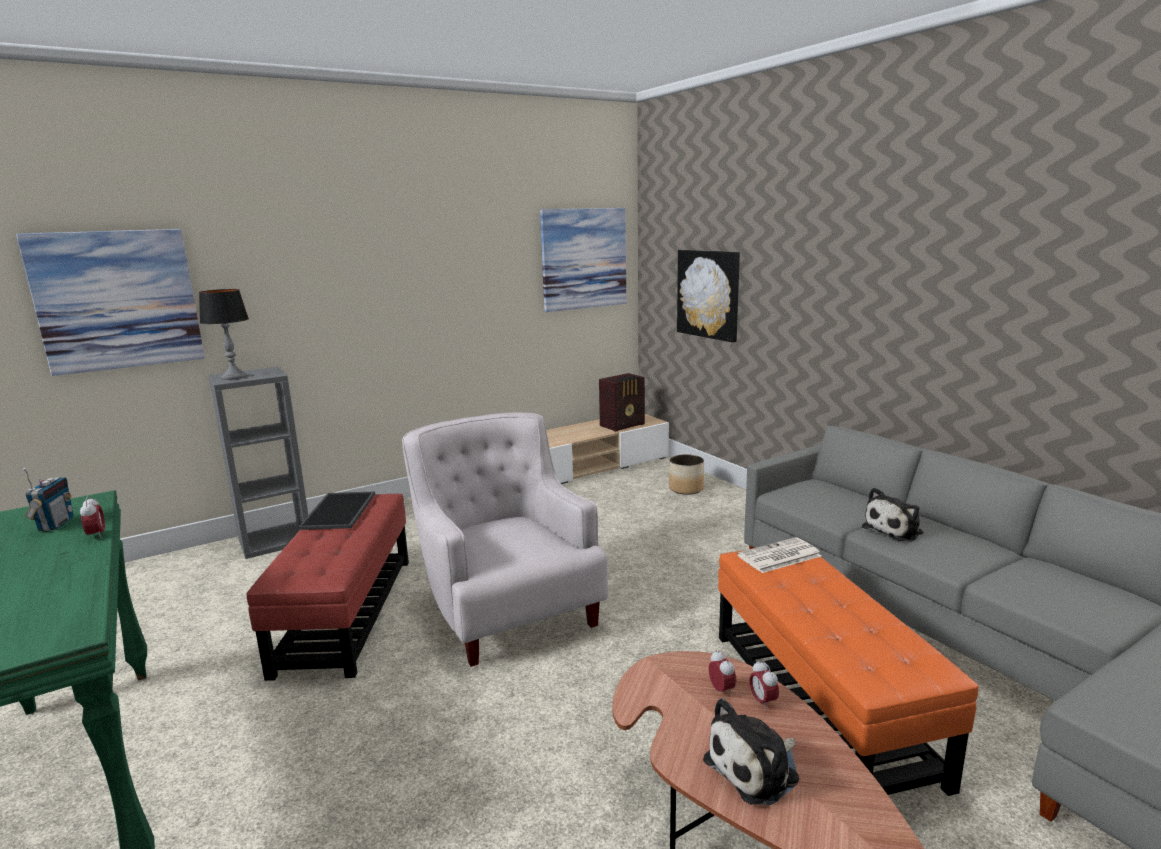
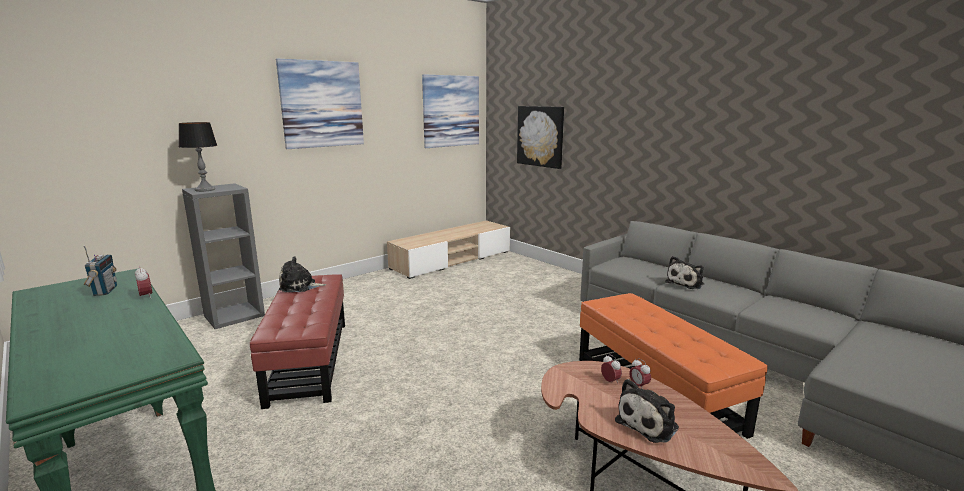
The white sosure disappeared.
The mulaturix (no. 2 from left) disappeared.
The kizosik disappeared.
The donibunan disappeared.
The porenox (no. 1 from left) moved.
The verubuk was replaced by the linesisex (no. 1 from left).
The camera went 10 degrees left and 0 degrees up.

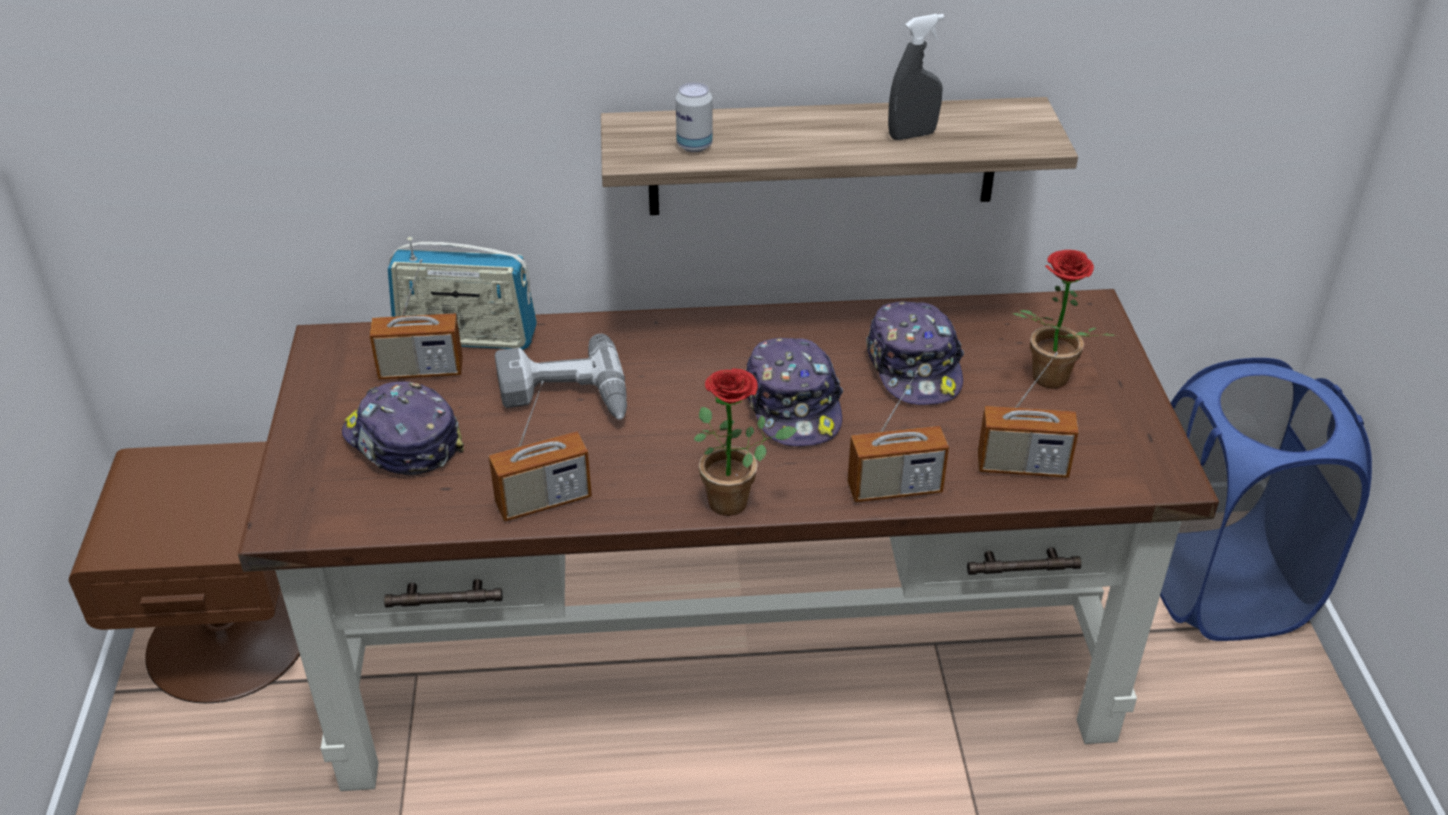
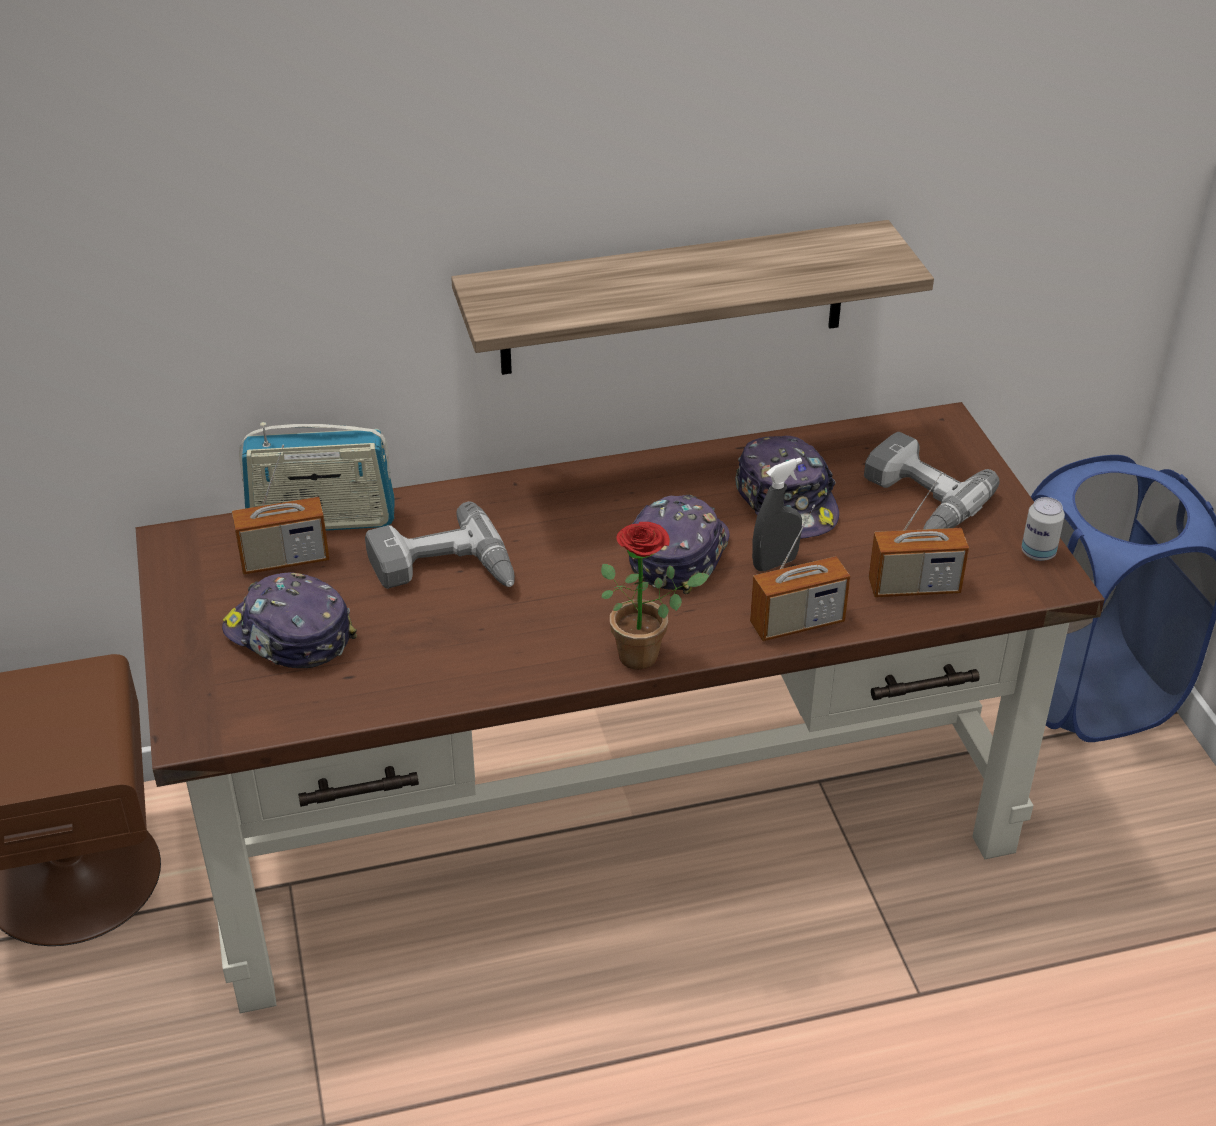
The mulaturix (no. 3 from left) disappeared.
The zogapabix moved.
The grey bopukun moved.
The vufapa (no. 2 from left) was replaced by the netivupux (no. 2 from left).
The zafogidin (no. 2 from left) turned 135 degrees counterclockwise.
The camera went 10 degrees left and 0 degrees up.

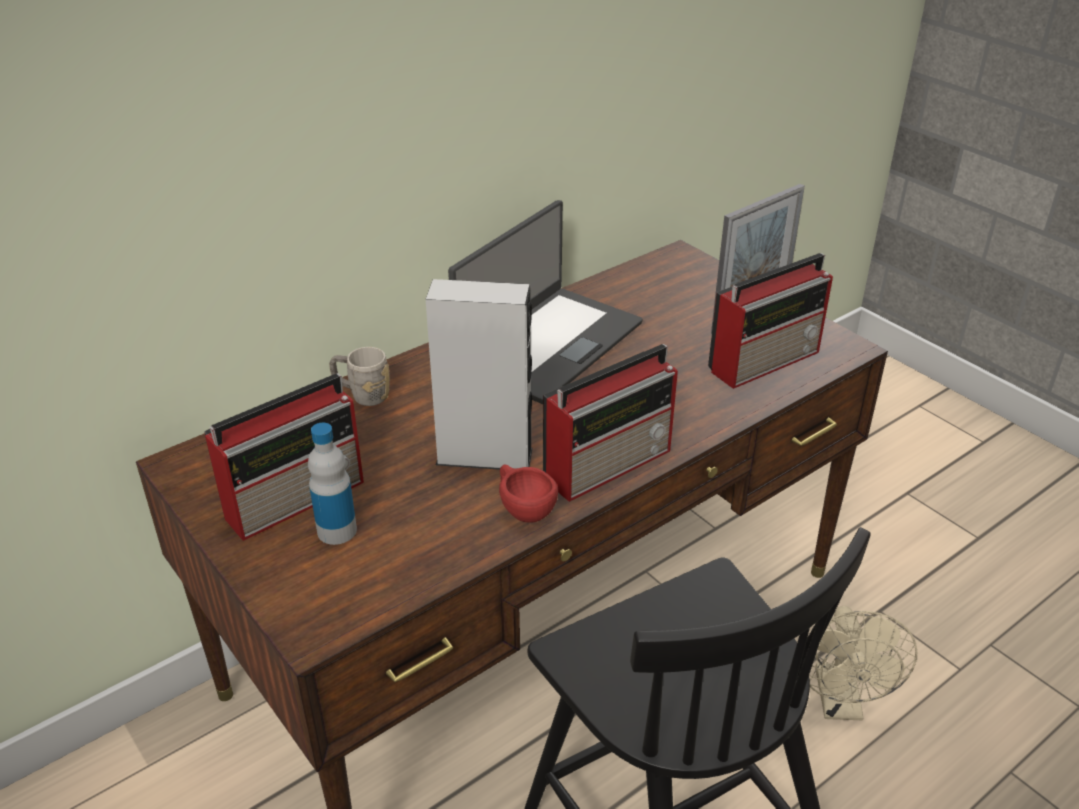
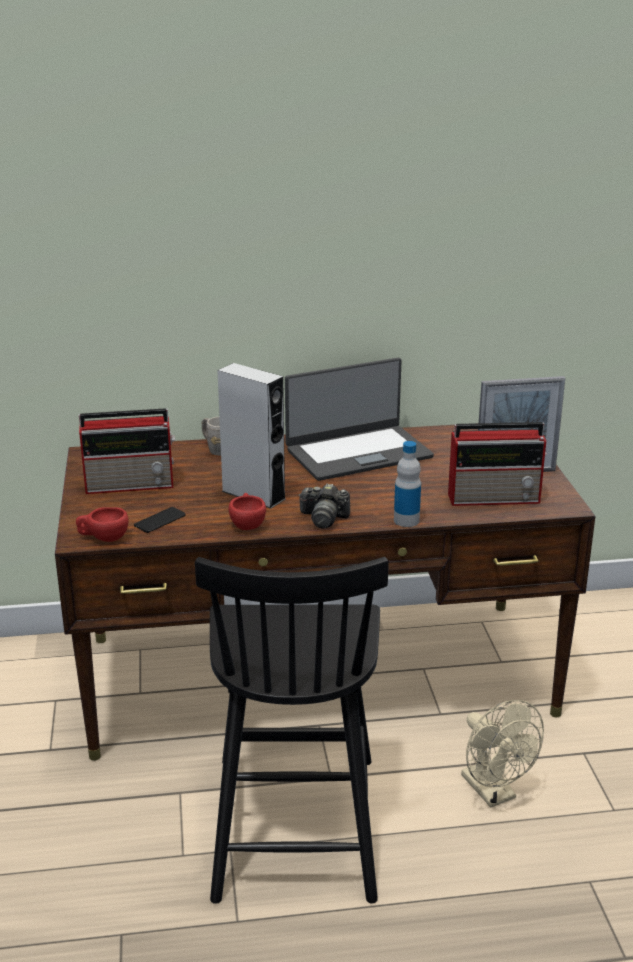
The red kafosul (no. 1 from left) appeared.
The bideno appeared.
The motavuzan moved.
The mulaturix (no. 2 from left) was replaced by the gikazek.
The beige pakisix turned 60 degrees counterclockwise.
The camera went 30 degrees right and 10 degrees down.

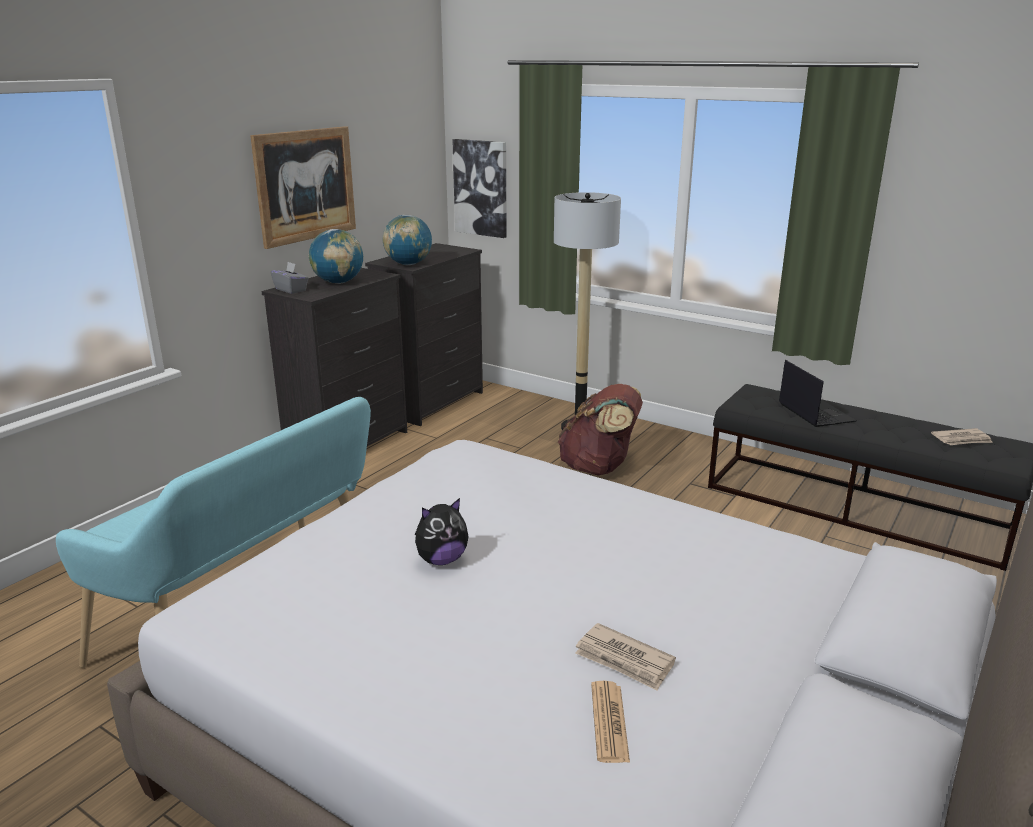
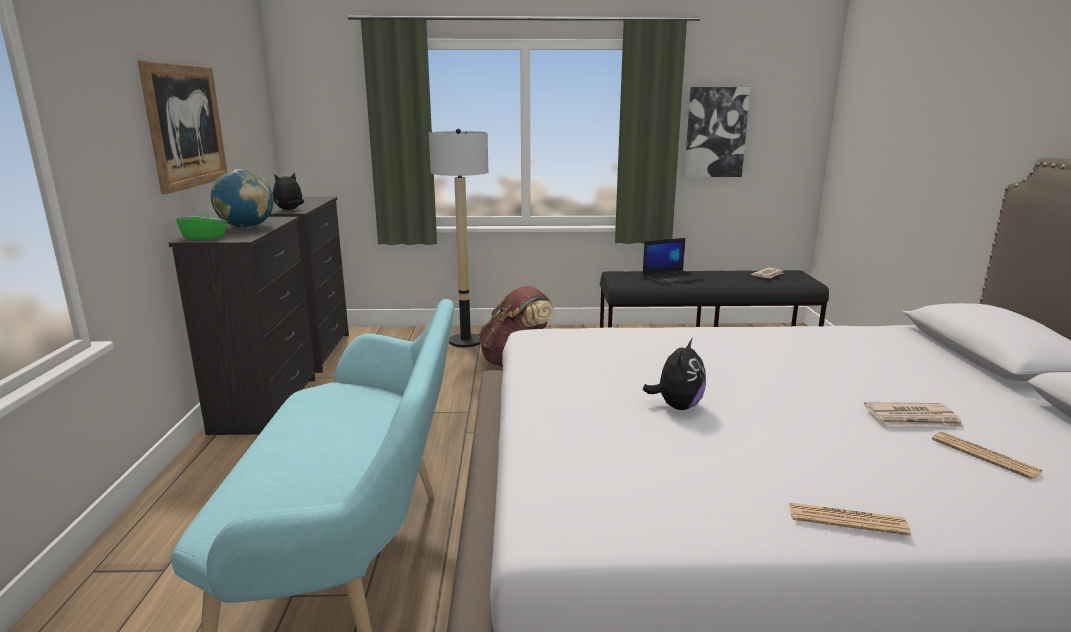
The donibunan (no. 2 from left) appeared.
The porenox (no. 2 from left) moved.
The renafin (no. 2 from left) was replaced by the linesisex (no. 1 from left).
The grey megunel became the green megunel.
The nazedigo turned 120 degrees clockwise.
The camera went 35 degrees left and 5 degrees down.

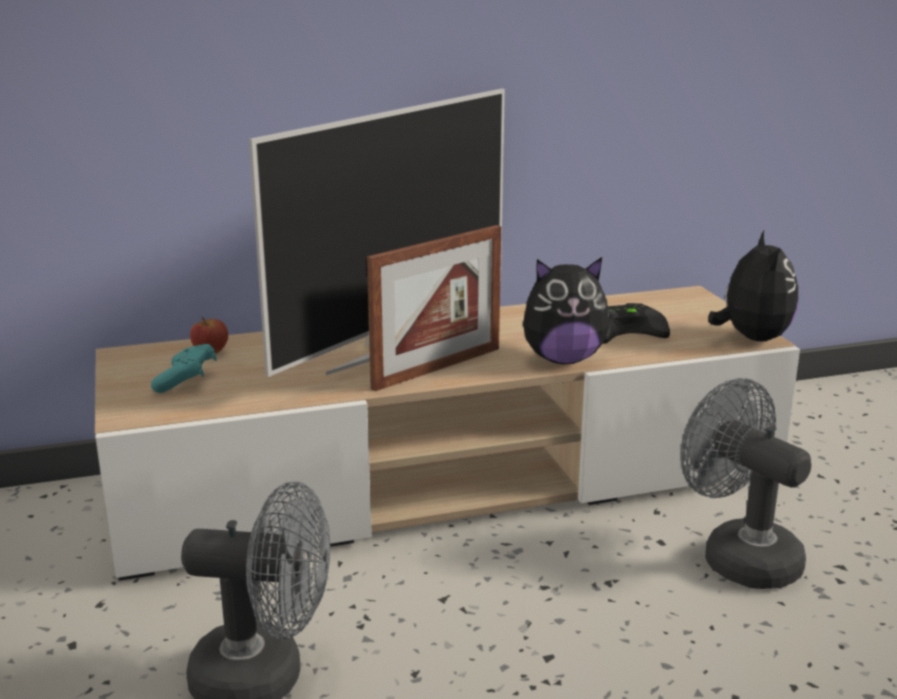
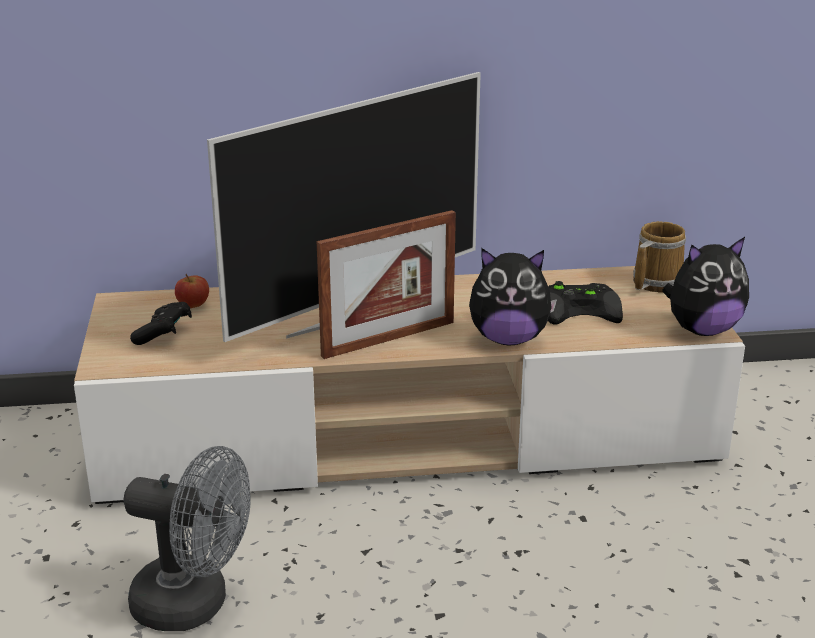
The grey pakisix (no. 2 from left) disappeared.
The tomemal appeared.
The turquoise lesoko became the black lesoko (no. 1 from left).
The linesisex (no. 2 from left) turned 60 degrees clockwise.
The camera went 10 degrees right and 5 degrees up.

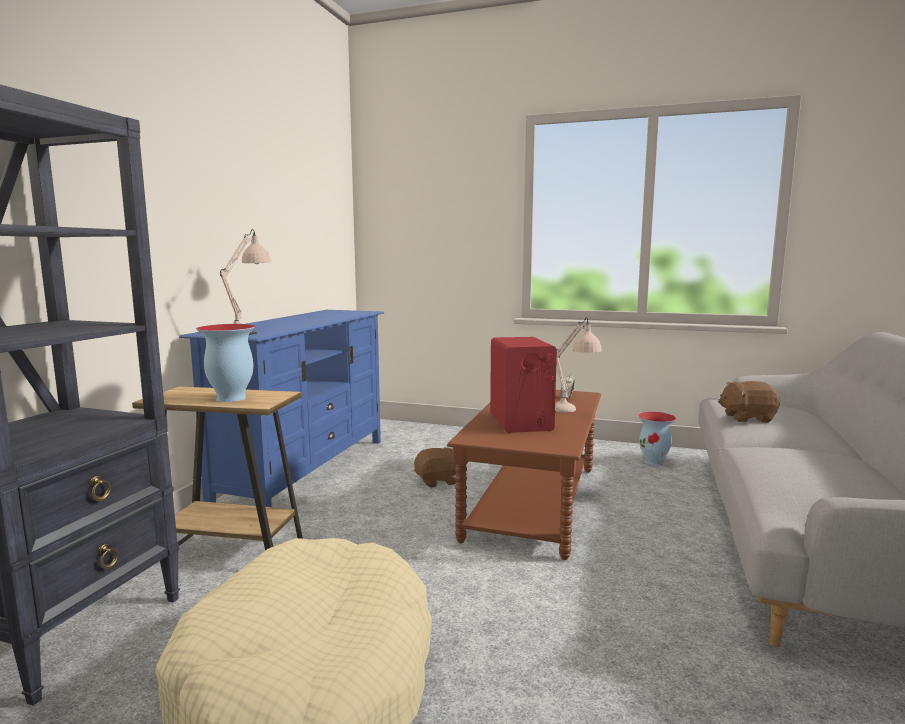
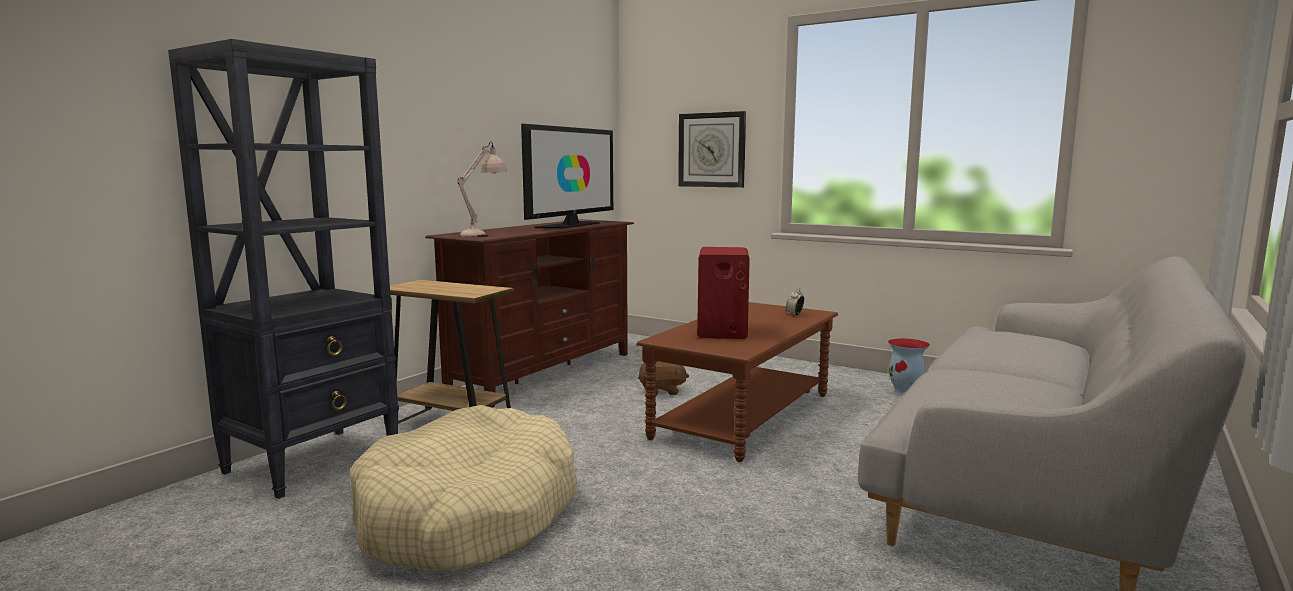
The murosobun (no. 1 from left) disappeared.
The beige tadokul (no. 2 from left) disappeared.
The brown linesisex (no. 2 from left) disappeared.
The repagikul appeared.
The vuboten appeared.
The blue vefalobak became the brown vefalobak.
The camera went 15 degrees right and 0 degrees up.

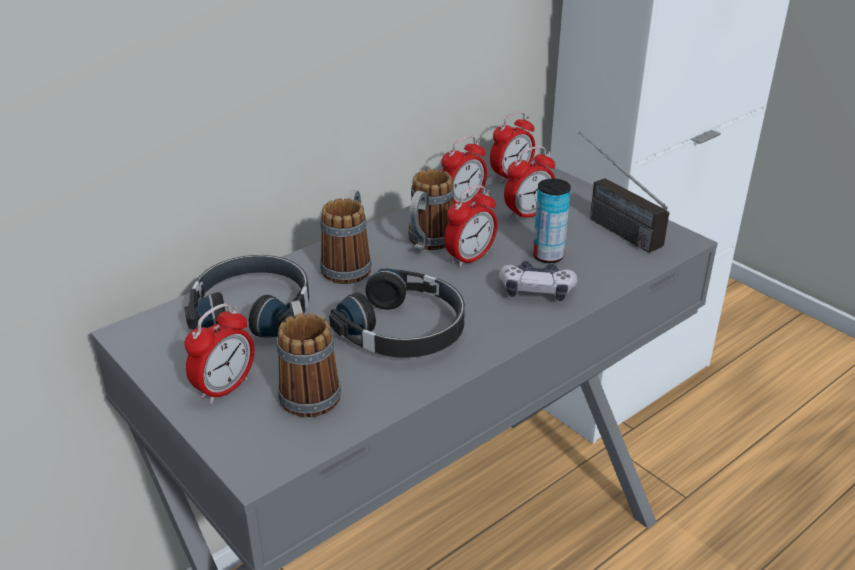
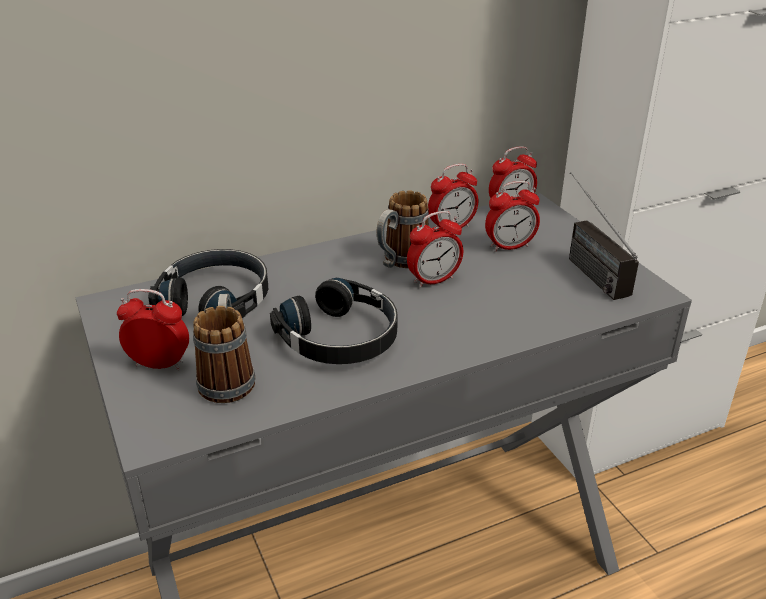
The tomemal (no. 2 from left) disappeared.
The lesoko disappeared.
The zogapabix disappeared.
The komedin (no. 1 from left) turned 135 degrees counterclockwise.
The camera went 15 degrees right and 0 degrees up.

